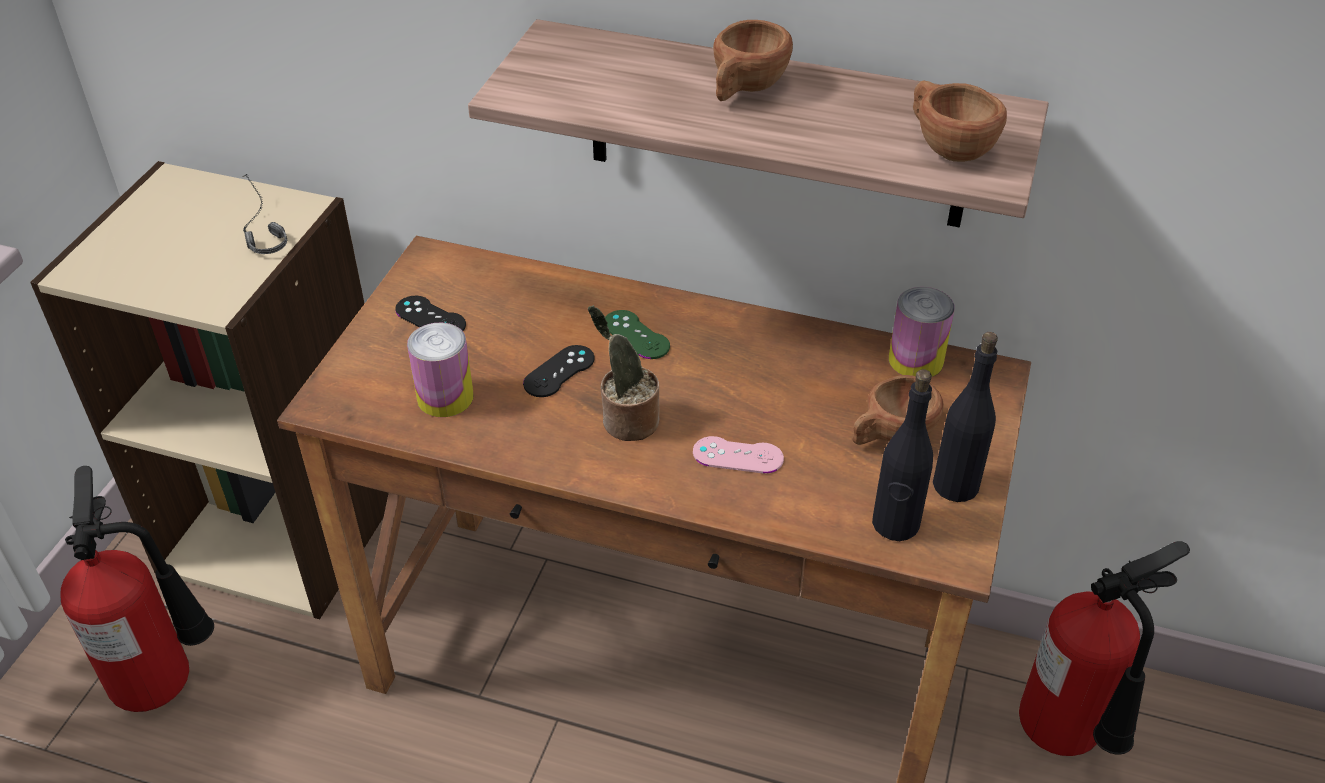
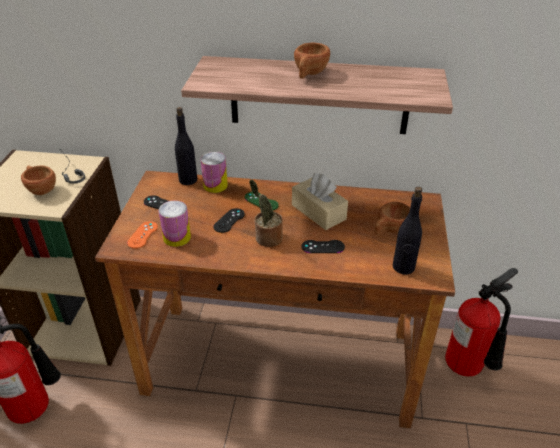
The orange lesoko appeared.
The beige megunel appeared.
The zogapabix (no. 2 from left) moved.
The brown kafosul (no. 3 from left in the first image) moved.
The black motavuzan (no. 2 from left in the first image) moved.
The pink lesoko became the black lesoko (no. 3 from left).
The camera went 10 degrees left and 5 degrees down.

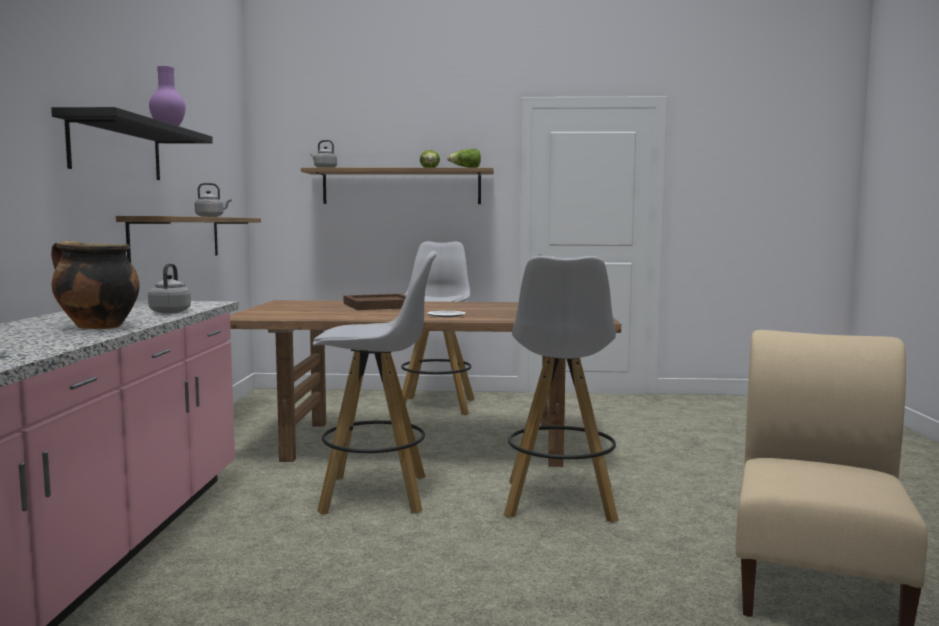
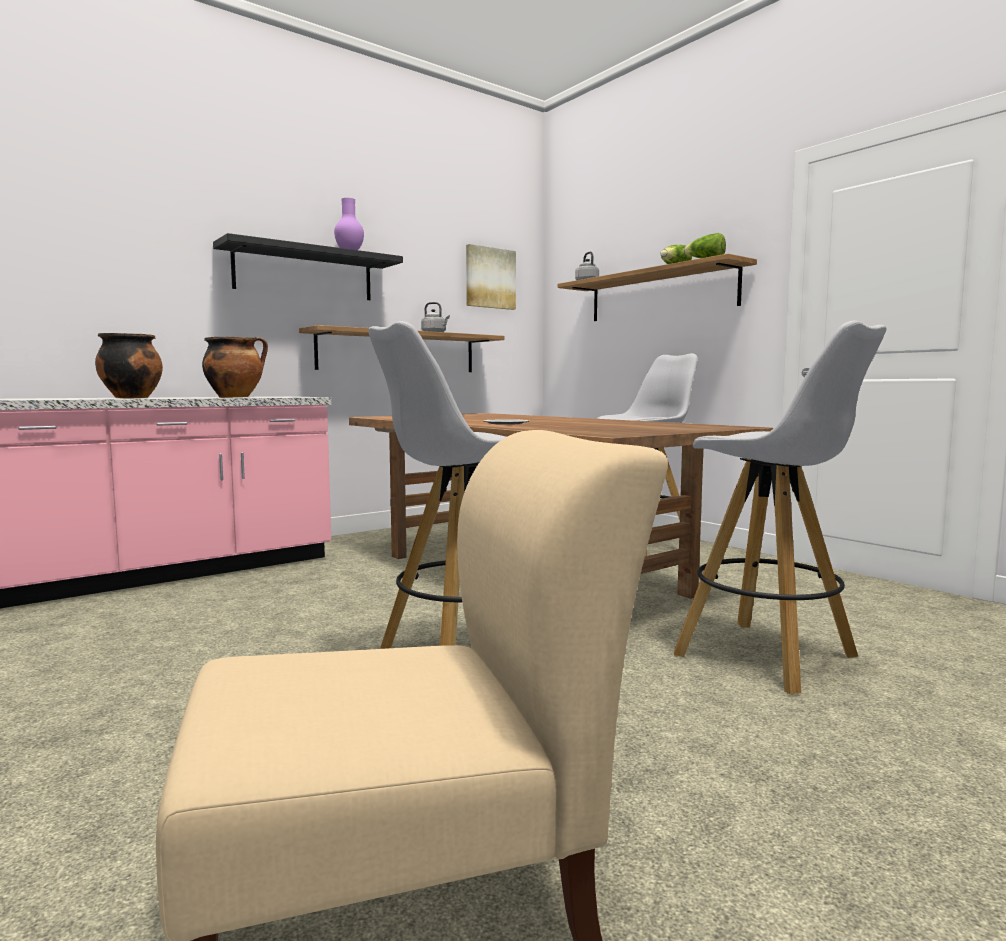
The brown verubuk disappeared.
The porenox appeared.
The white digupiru (no. 1 from left in the first image) moved.
The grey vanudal (no. 1 from left) was replaced by the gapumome (no. 2 from left).
The camera went 50 degrees right and 0 degrees up.

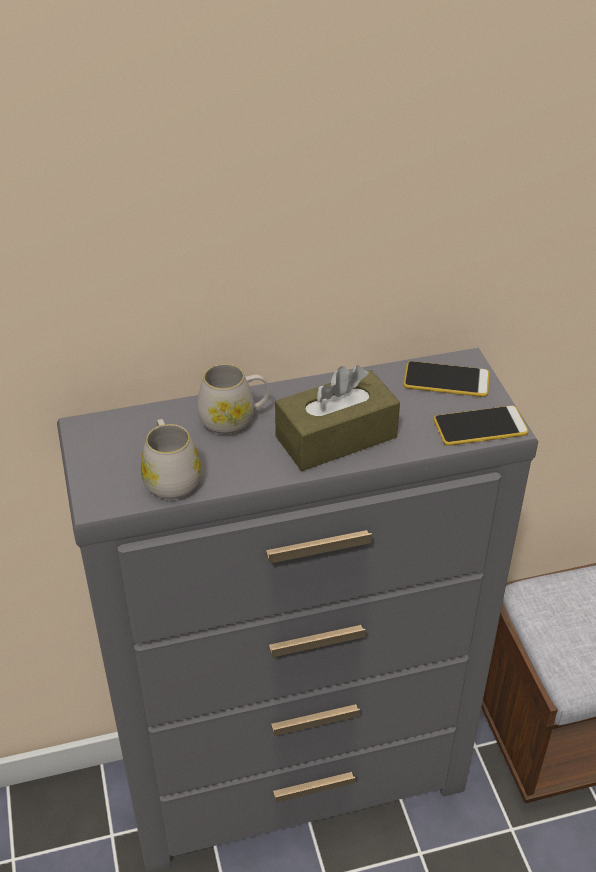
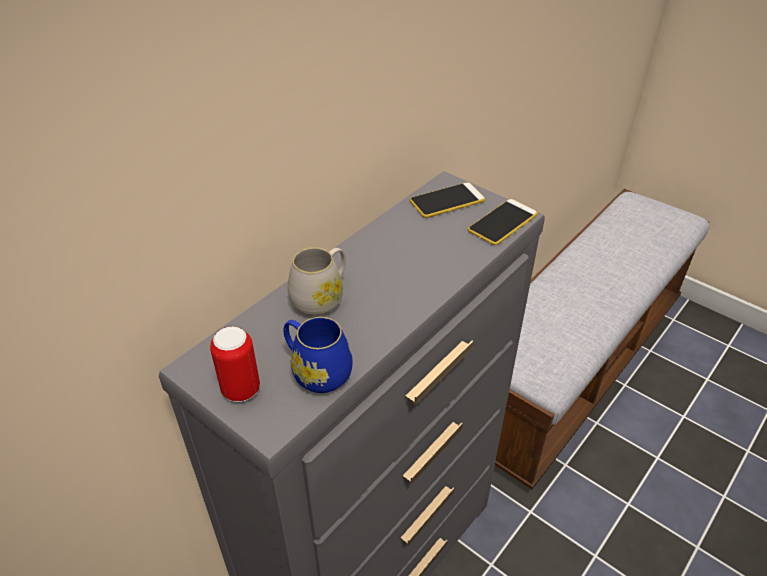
The brown megunel disappeared.
The zogapabix appeared.
The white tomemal (no. 1 from left) became the blue tomemal.
The camera went 35 degrees left and 0 degrees up.

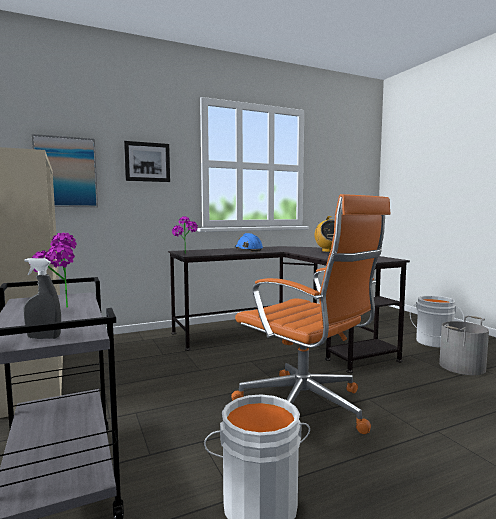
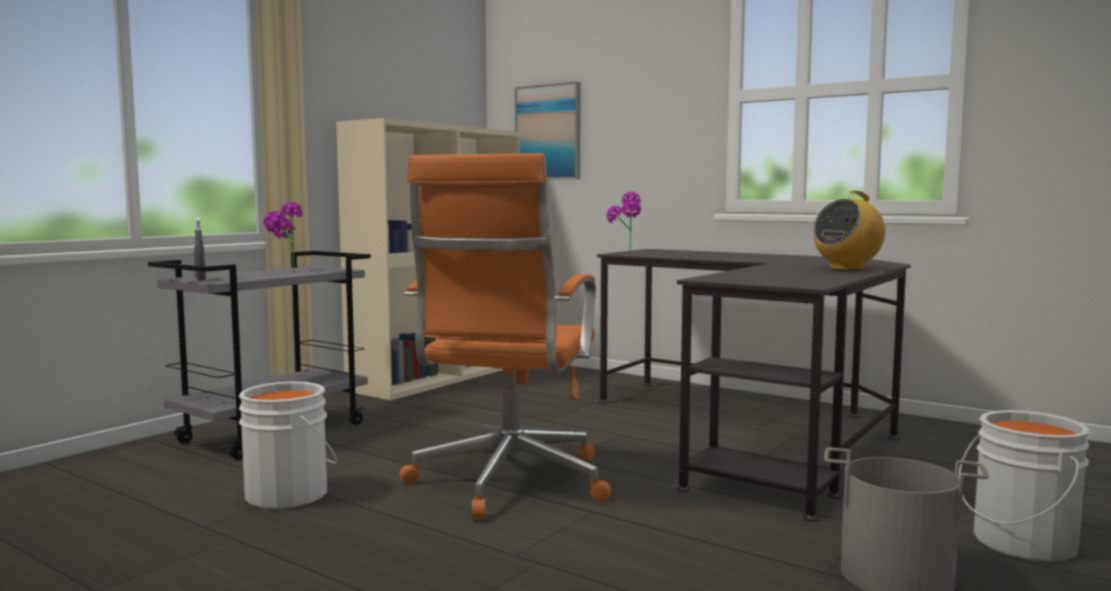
The porenox (no. 2 from left) disappeared.
The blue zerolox disappeared.
The camera went 60 degrees right and 0 degrees up.

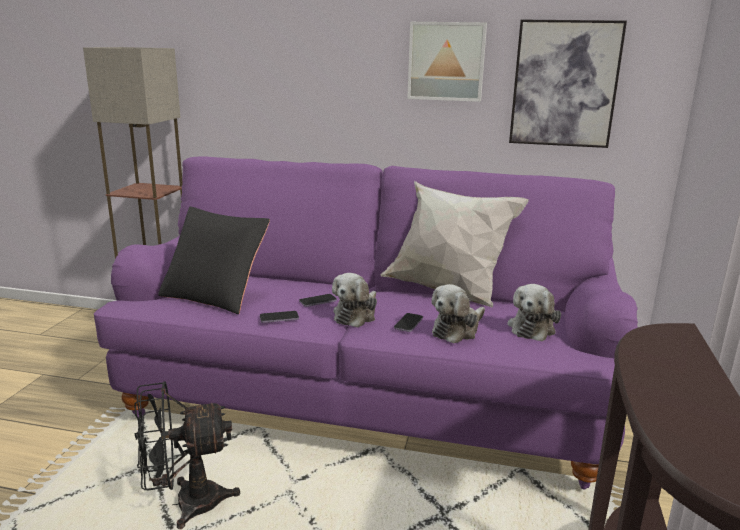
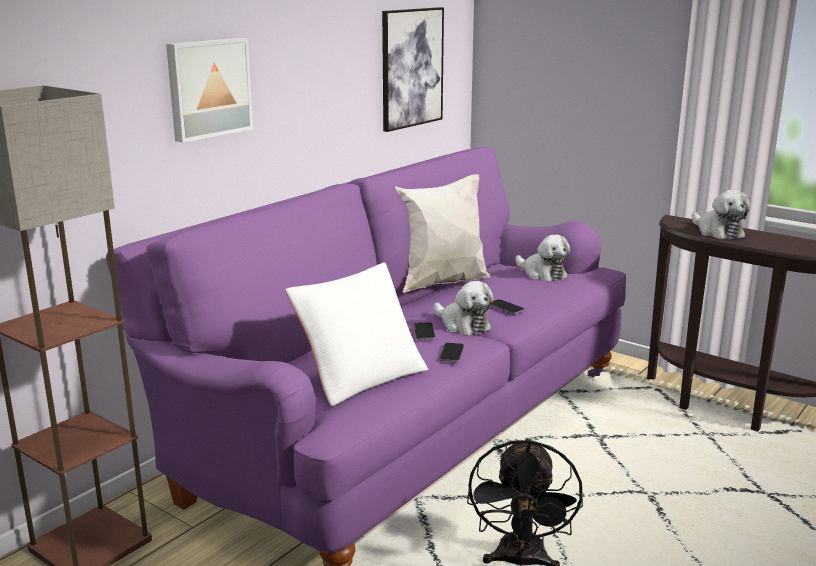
The porenox (no. 1 from left) moved.
The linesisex (no. 2 from left in the first image) moved.
The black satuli became the white satuli (no. 1 from left).
The camera went 65 degrees left and 0 degrees up.

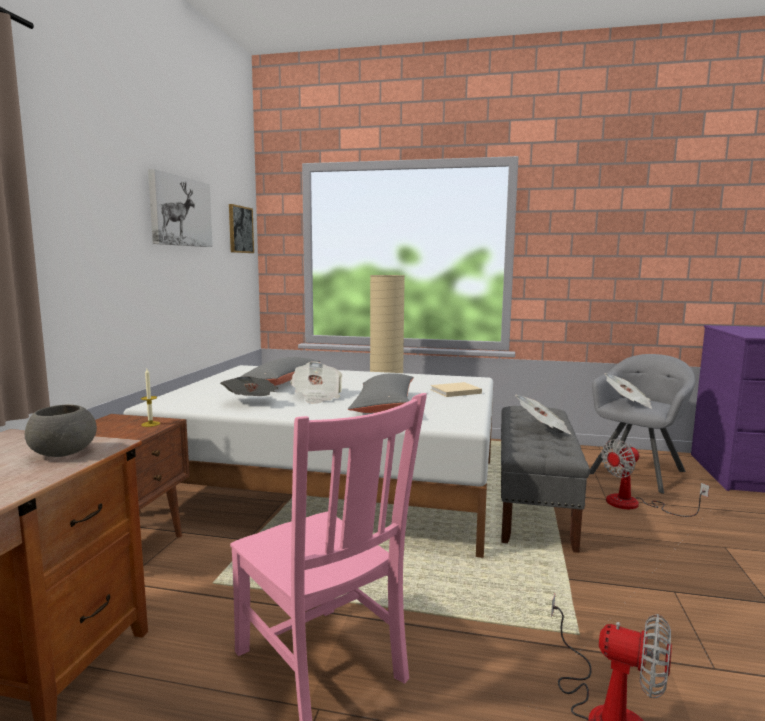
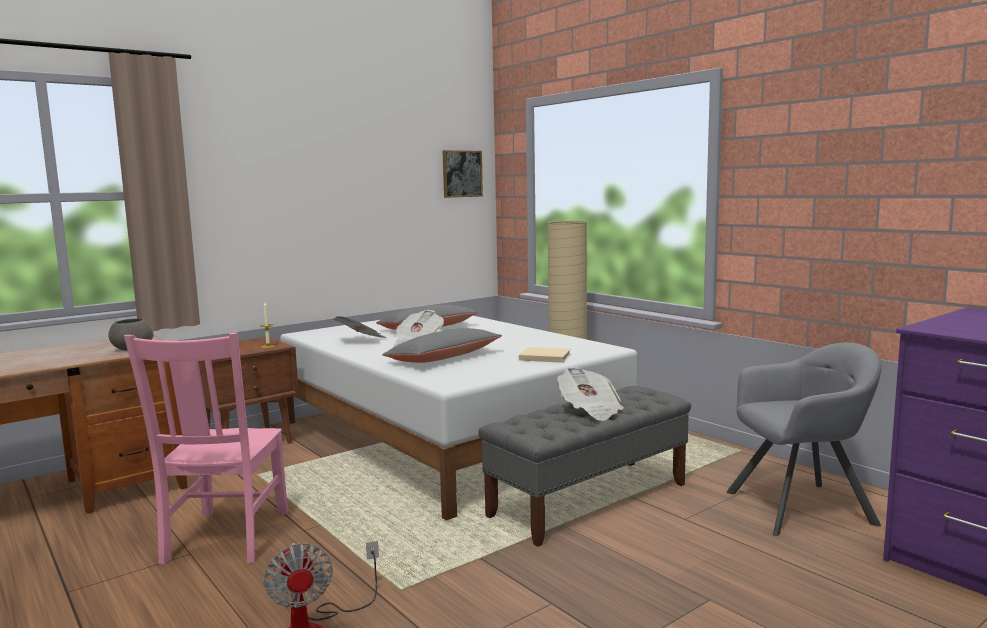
The porenox (no. 1 from left) disappeared.
The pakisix (no. 2 from left) disappeared.
The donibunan (no. 4 from left) disappeared.
The camera went 40 degrees right and 0 degrees up.

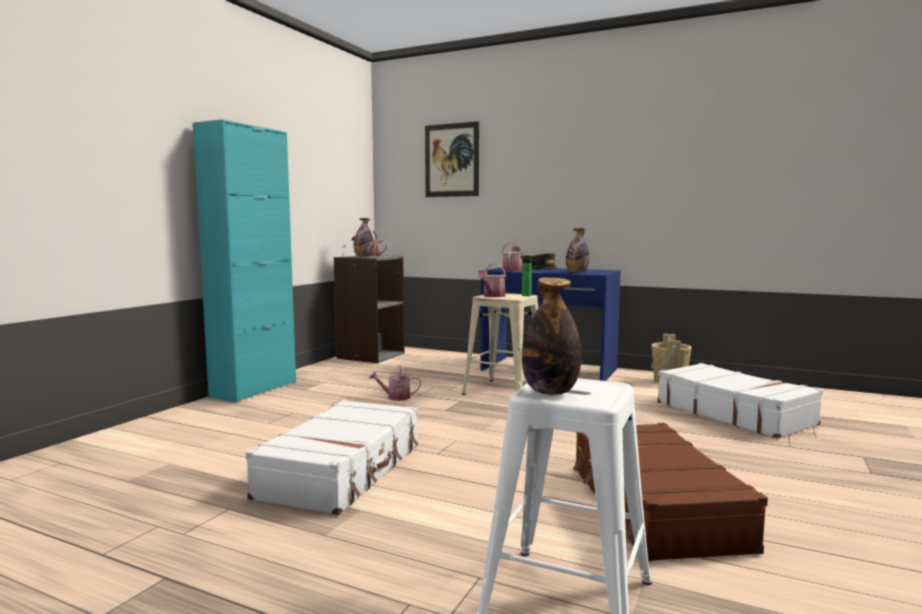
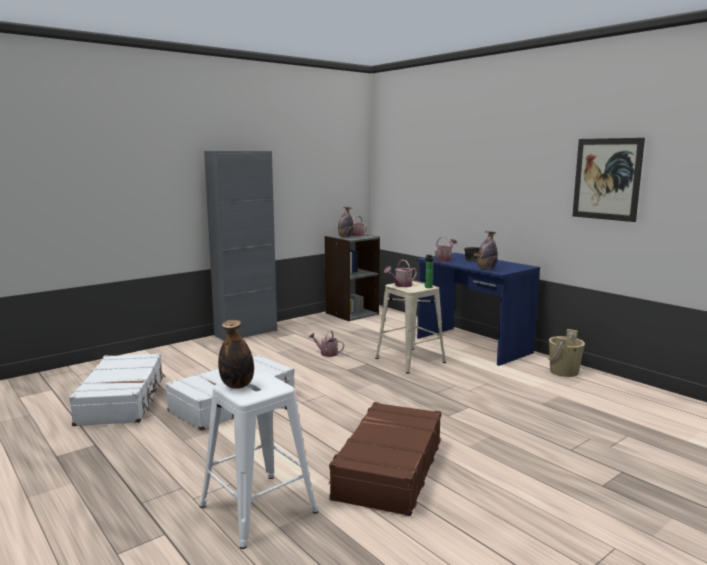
The porenox moved.
The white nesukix (no. 2 from left in the first image) moved.
The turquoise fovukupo became the grey fovukupo.
The camera went 25 degrees right and 5 degrees up.

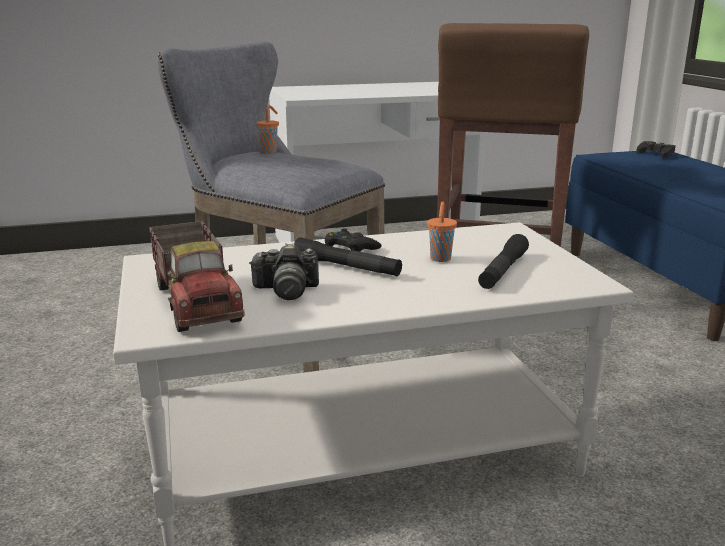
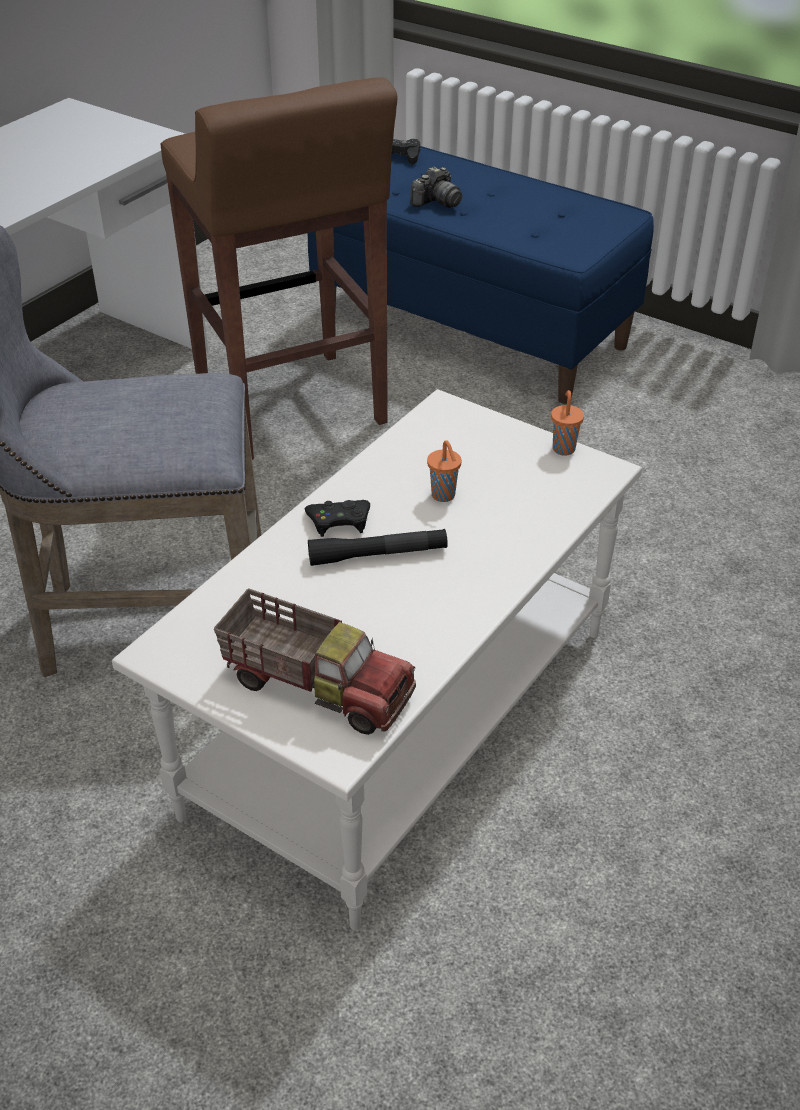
The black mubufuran (no. 2 from left) disappeared.
The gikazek moved.
The orange kafosul (no. 1 from left in the first image) moved.
The camera went 40 degrees left and 20 degrees up.

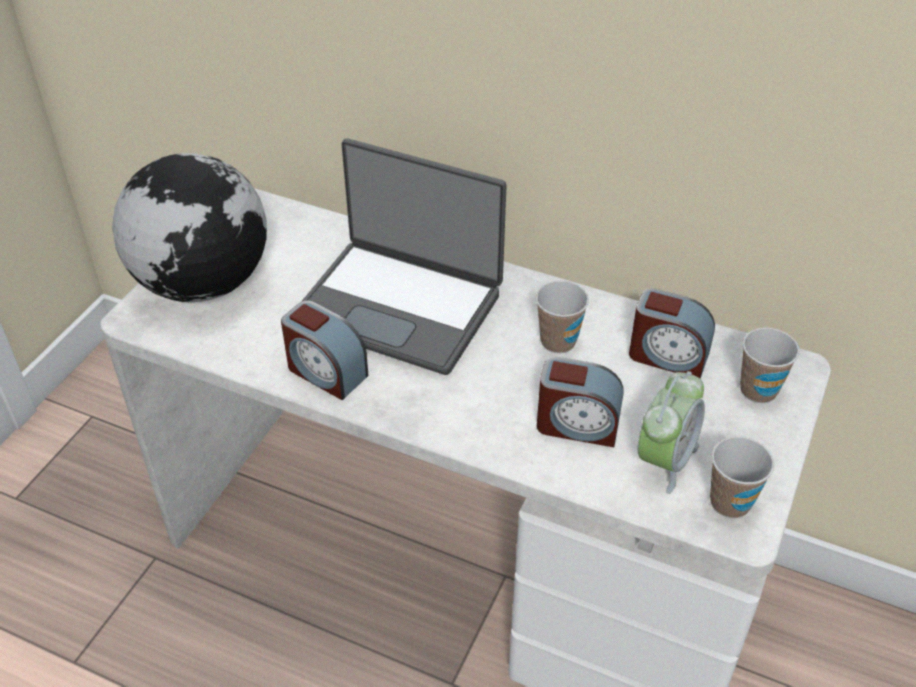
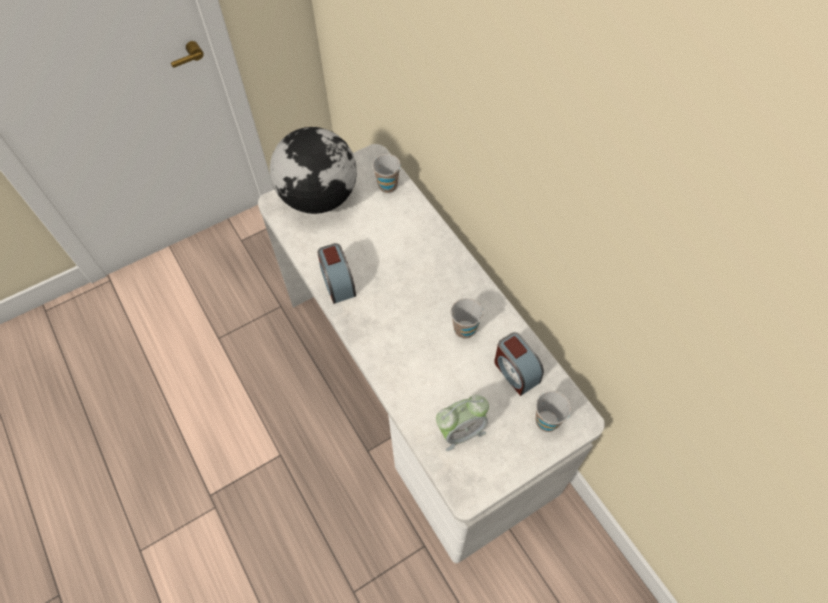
The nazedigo disappeared.
The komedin (no. 2 from left) disappeared.
The kafosul (no. 2 from left in the first image) moved.
The camera went 35 degrees right and 15 degrees up.

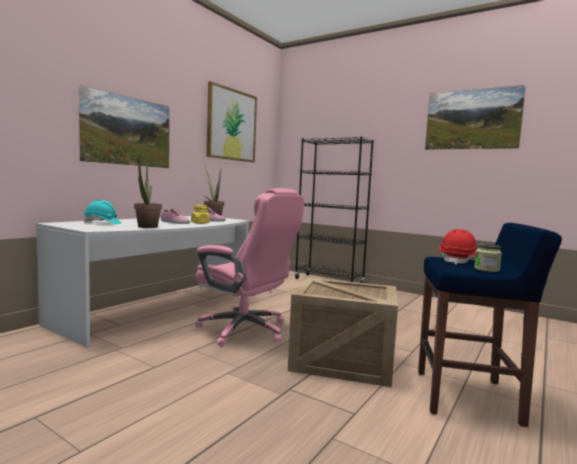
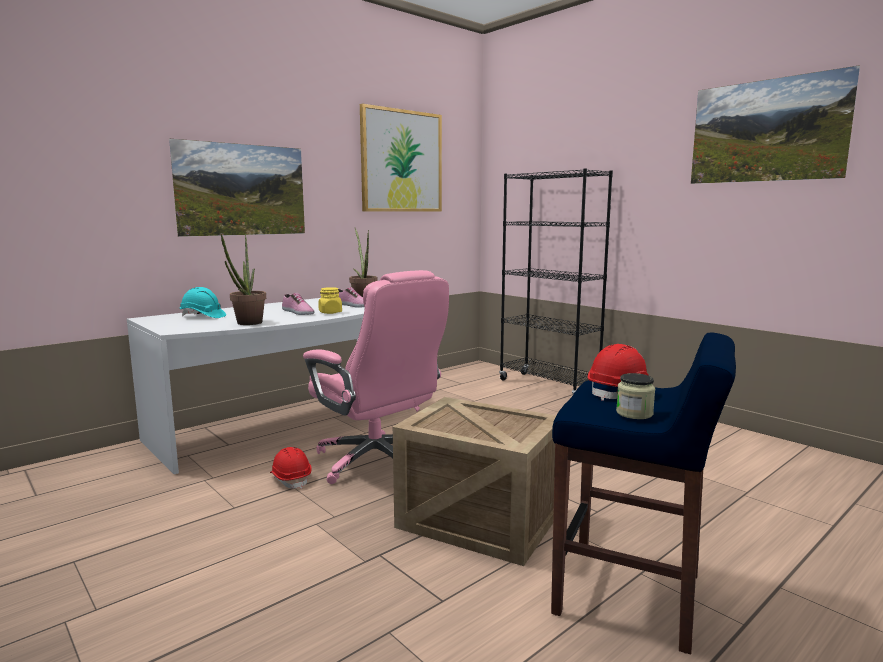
The red zerolox (no. 1 from left) appeared.
The camera went 15 degrees right and 5 degrees up.

